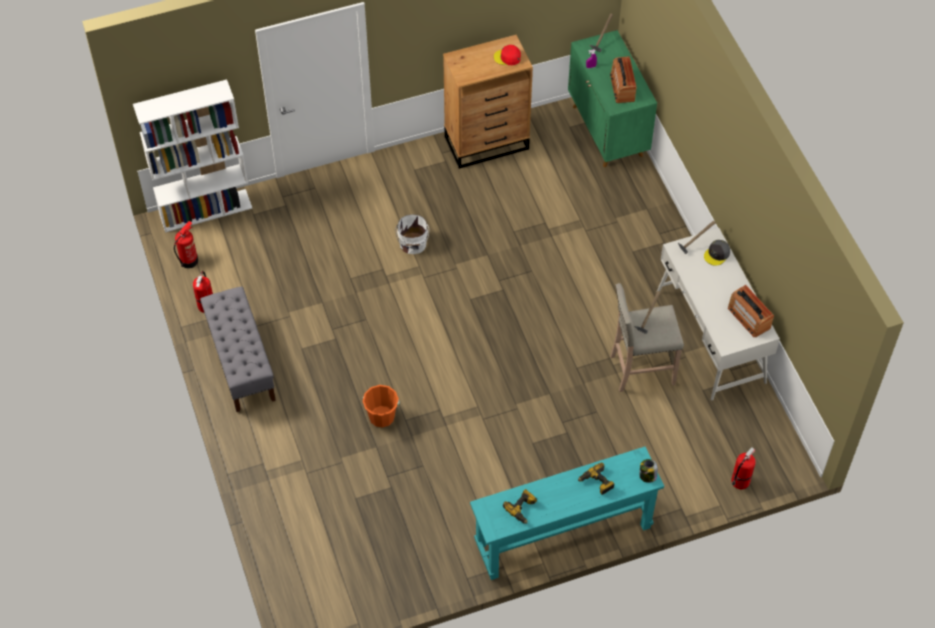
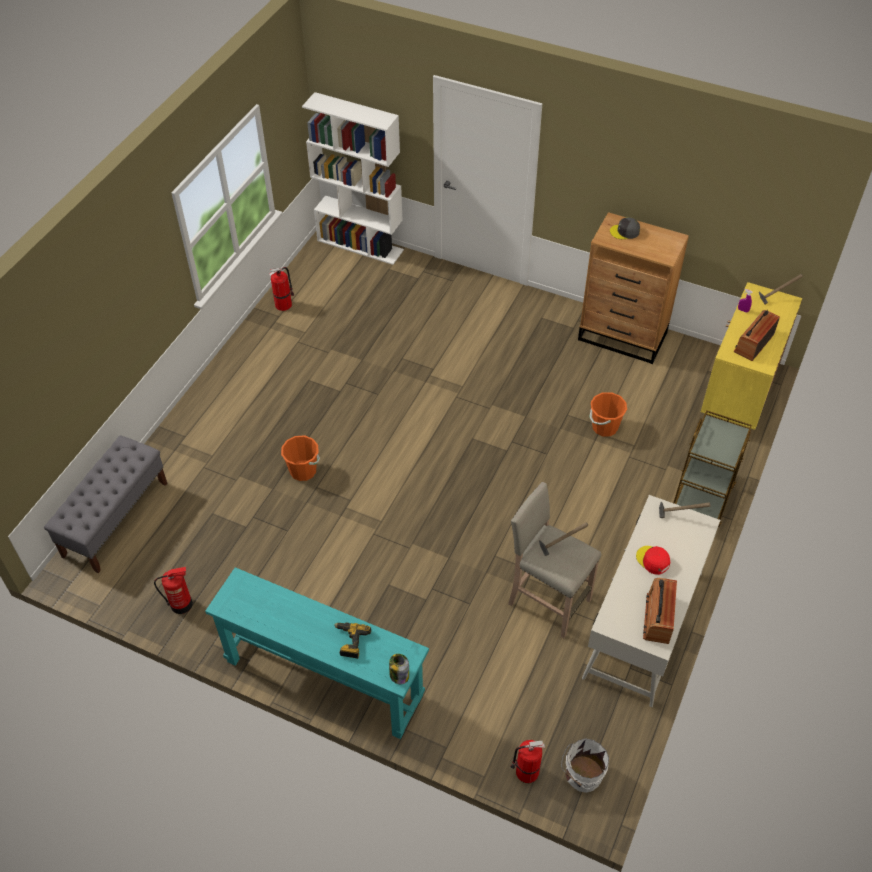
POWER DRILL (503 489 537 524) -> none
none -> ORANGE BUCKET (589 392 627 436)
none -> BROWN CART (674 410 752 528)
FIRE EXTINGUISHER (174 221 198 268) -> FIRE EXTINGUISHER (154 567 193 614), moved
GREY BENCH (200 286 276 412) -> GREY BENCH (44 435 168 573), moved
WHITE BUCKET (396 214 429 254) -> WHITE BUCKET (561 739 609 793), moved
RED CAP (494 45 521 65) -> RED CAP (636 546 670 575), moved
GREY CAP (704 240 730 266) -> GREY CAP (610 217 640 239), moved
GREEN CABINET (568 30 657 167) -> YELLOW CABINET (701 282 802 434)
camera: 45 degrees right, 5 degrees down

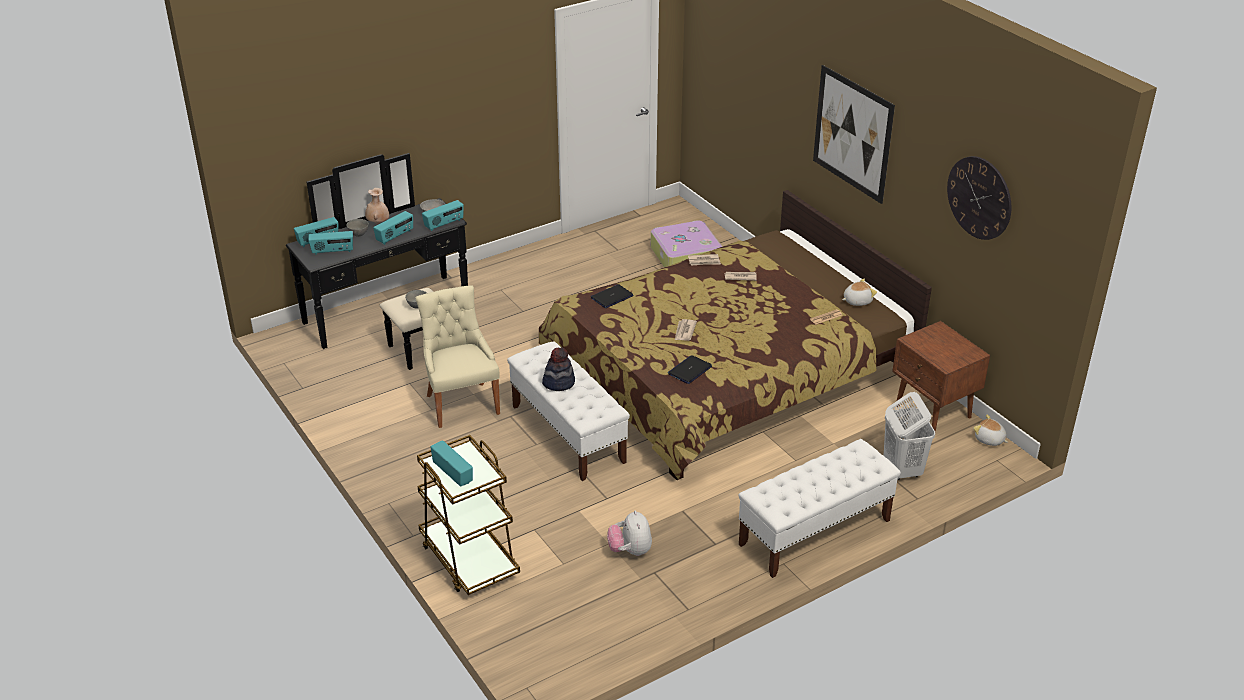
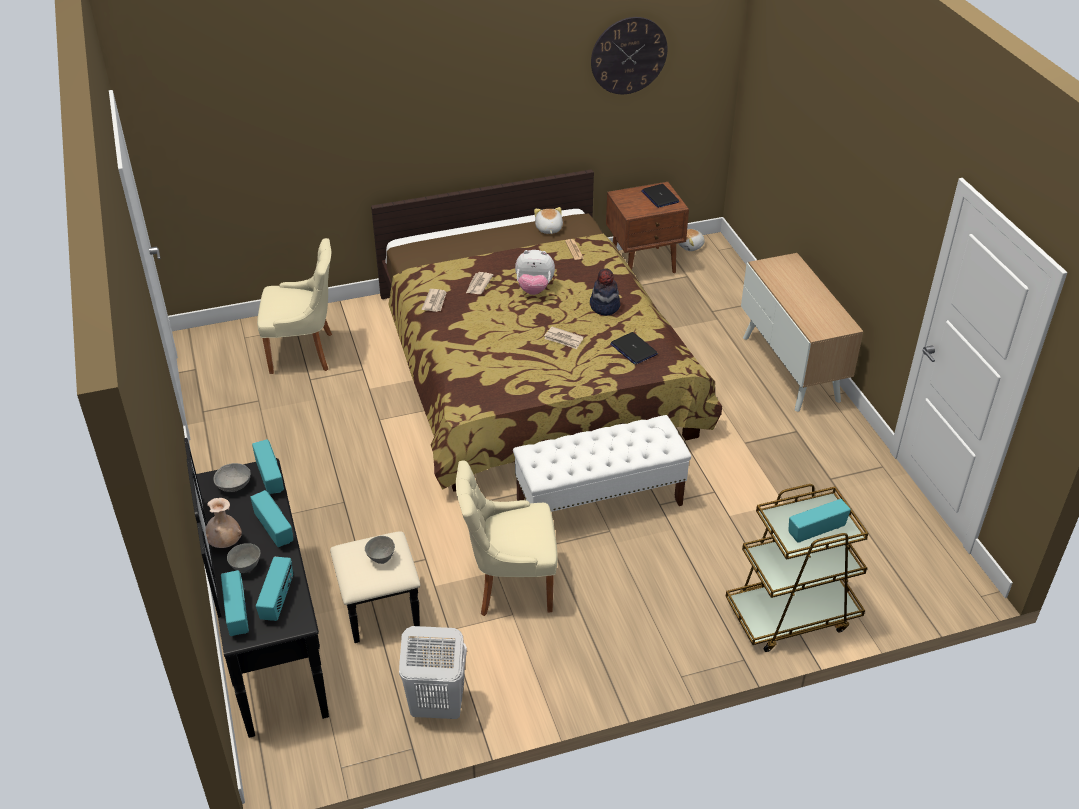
PICTURE (813 65 895 204) -> none
HAT (542 347 575 391) -> HAT (590 268 620 316), moved
LAPTOP (591 284 634 308) -> LAPTOP (641 184 679 208), moved
PLUSH TOY (607 510 652 556) -> PLUSH TOY (515 250 555 295), moved
WHITE LAUNDRY BASKET (884 392 935 480) -> WHITE LAUNDRY BASKET (399 626 467 719), moved
SUITCASE (651 220 722 267) -> BEIGE CHAIR (257 238 332 374)
WHITE BENCH (738 439 901 578) -> CABINET (741 253 864 412)
camera: 75 degrees left, 5 degrees up

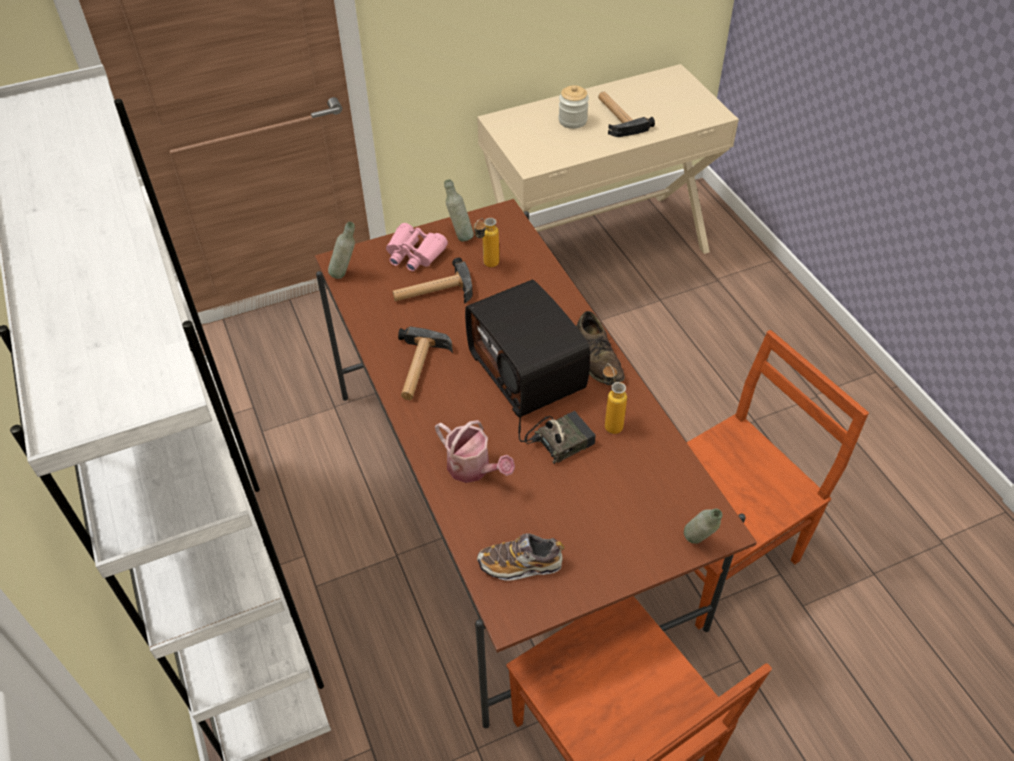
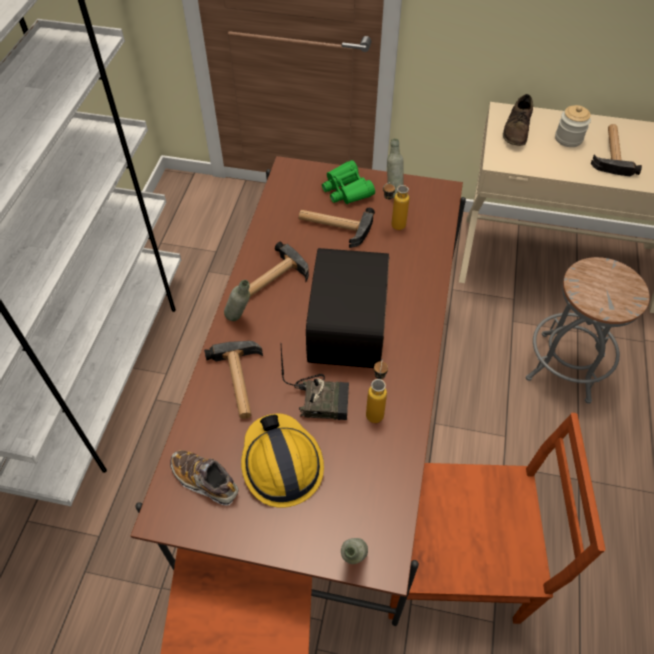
none -> HARD HAT (241 413 324 508)
none -> GREY STOOL (526 257 650 404)
GREY BOTTLE (328 222 355 279) -> GREY BOTTLE (224 280 250 321), moved
BROWN SHOE (576 311 625 384) -> BROWN SHOE (503 94 533 146), moved
WATERING CAN (435 420 515 483) -> HAMMER (204 341 263 419)
PINK BINOCULARS (386 223 448 271) -> GREEN BINOCULARS (322 160 375 204)
camera: 35 degrees right, 5 degrees up

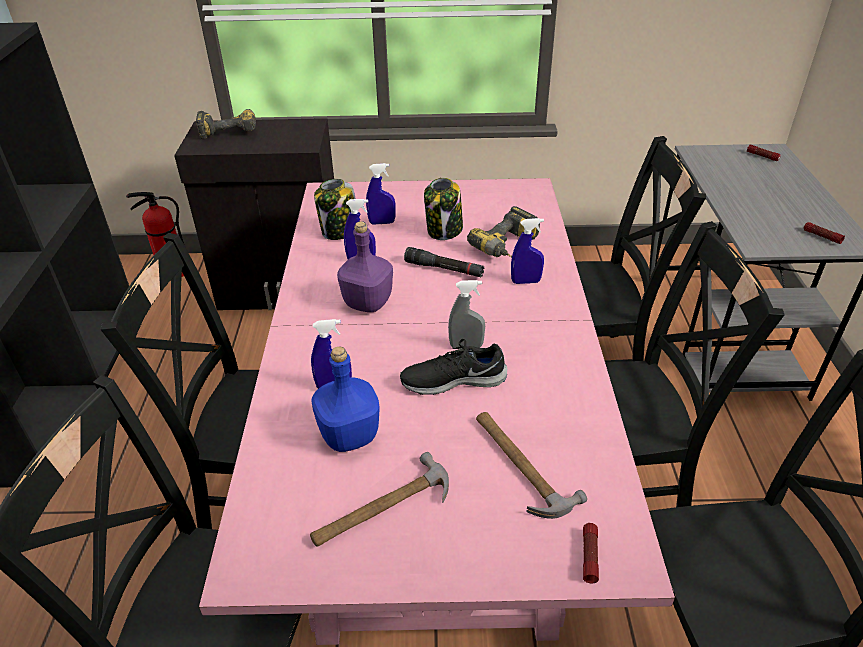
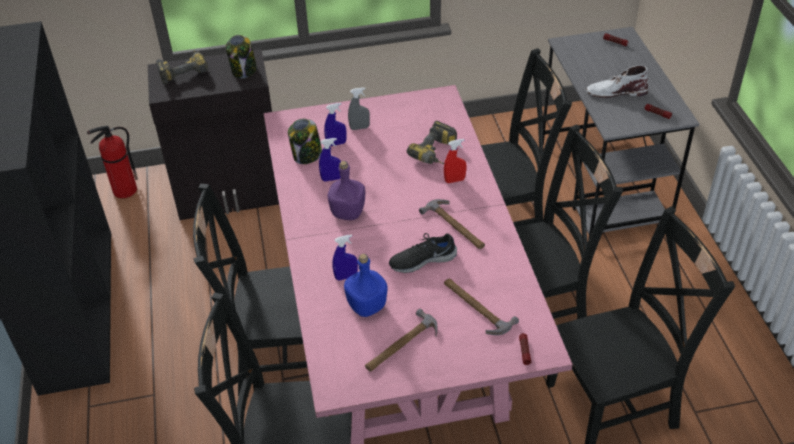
BLACK FLASHLIGHT (404 247 485 277) -> none
none -> HAMMER (419 199 485 249)
none -> WHITE BOOT (586 65 648 98)
JAR (424 178 463 240) -> JAR (226 35 257 78), moved
GREY SPRAY BOTTLE (448 280 485 349) -> GREY SPRAY BOTTLE (348 87 370 130), moved
BLUE SPRAY BOTTLE (511 218 544 284) -> RED SPRAY BOTTLE (444 139 466 183)
camera: 10 degrees left, 5 degrees up

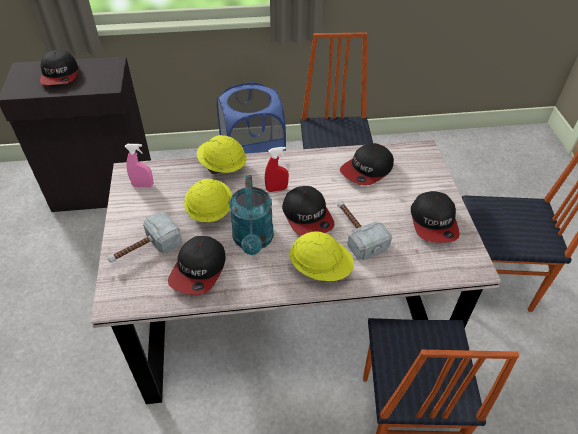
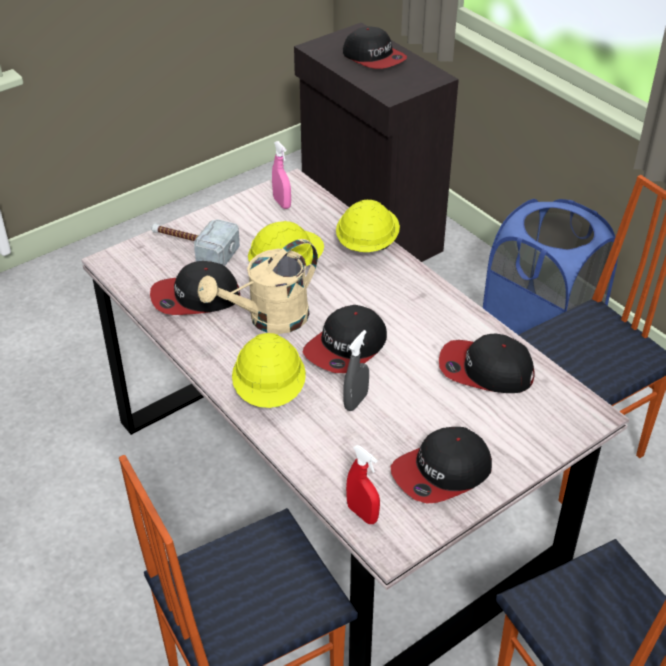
RED SPRAY BOTTLE (265 147 289 192) -> RED SPRAY BOTTLE (346 445 380 524), moved
HAMMER (337 201 392 260) -> GREY SPRAY BOTTLE (344 330 369 411)
TURQUOISE WATERING CAN (229 175 274 255) -> BEIGE WATERING CAN (198 239 318 334)
CAP (40 50 78 85) -> CAP (343 26 407 69), 90 degrees counterclockwise
camera: 60 degrees right, 5 degrees down

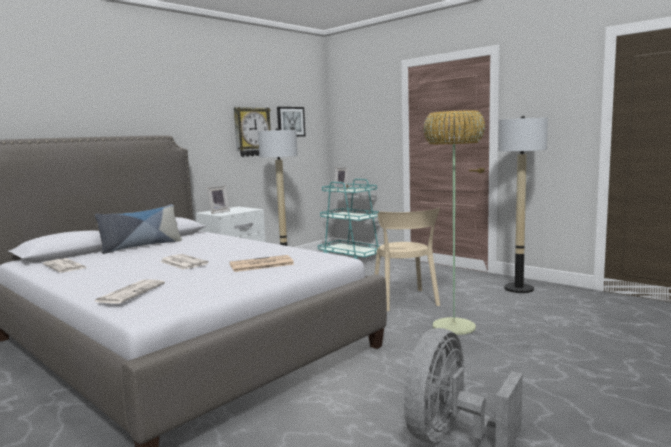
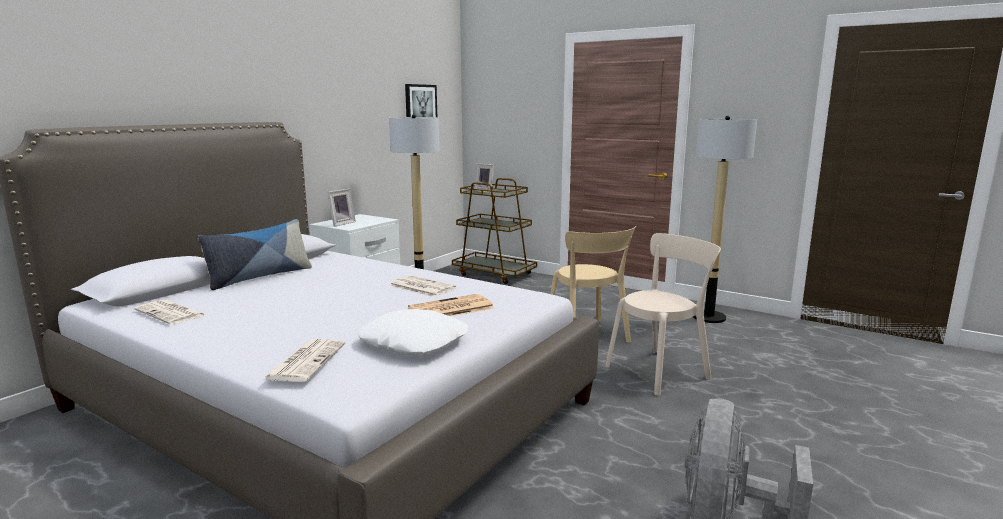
WALL CLOCK (234 107 271 157) -> none
none -> WHITE PILLOW (358 309 469 355)
NEWSPAPER (160 254 209 270) -> NEWSPAPER (389 275 456 297), moved
FLOOR LAMP (423 110 485 335) -> BEIGE CHAIR (605 233 721 396)
TURQUOISE CART (318 179 380 259) -> BROWN CART (452 178 537 284)
camera: 10 degrees left, 5 degrees up

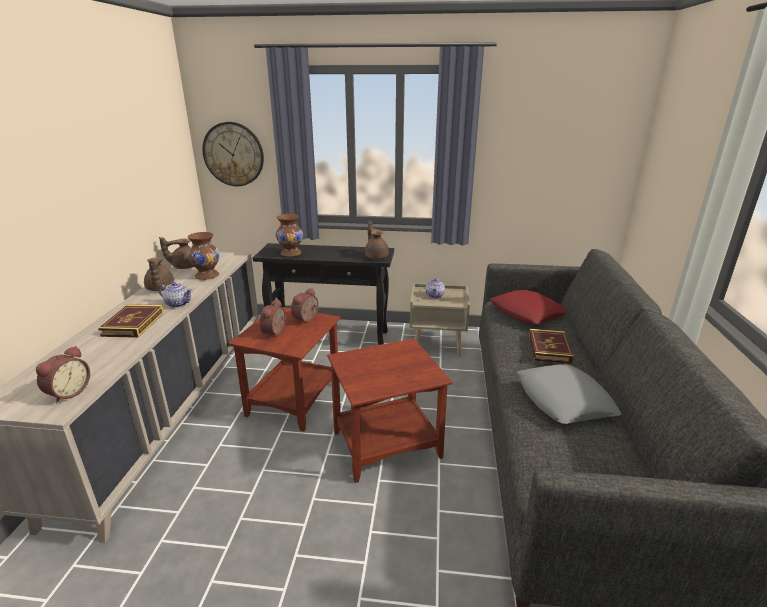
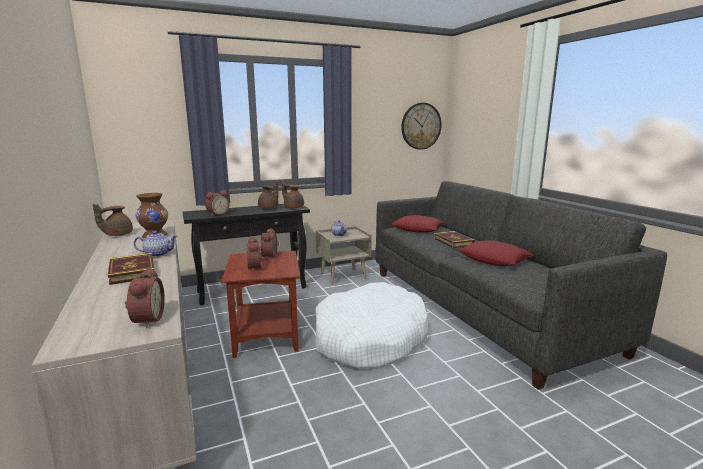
BROWN TEAPOT (144 257 174 291) -> BROWN TEAPOT (258 183 279 209), moved
WALL CLOCK (202 122 264 186) -> WALL CLOCK (401 103 442 150), moved
BROWN VASE (276 214 303 257) -> ALARM CLOCK (205 190 230 216)
BROWN SIDE TABLE (327 338 452 483) -> WHITE DOG BED (315 282 428 369)
GREY PILLOW (517 364 621 424) -> RED PILLOW (458 240 534 266)
camera: 30 degrees left, 10 degrees down

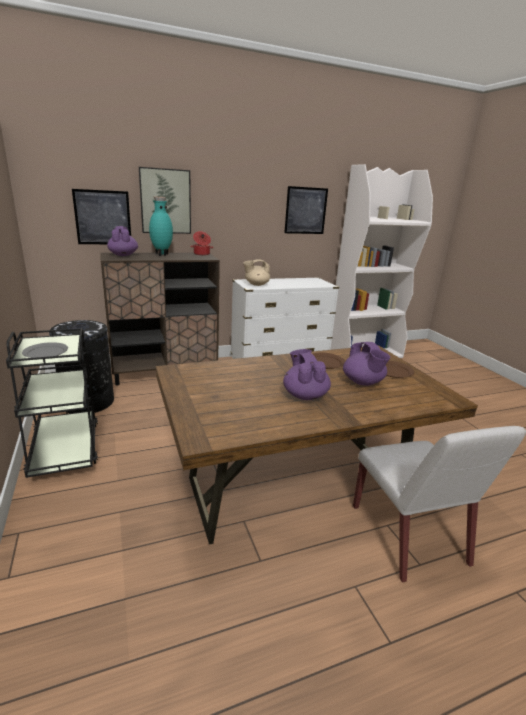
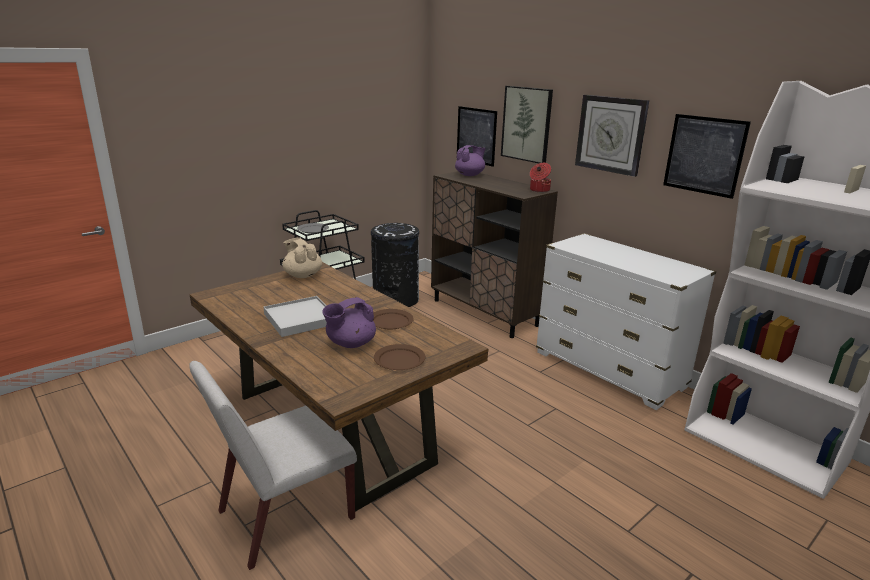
TURQUOISE VASE (149 197 173 256) -> none
none -> WALL CLOCK (575 95 649 177)
BEIGE TEAPOT (243 259 270 286) -> BEIGE TEAPOT (282 237 322 278), moved
PURPLE TEAPOT (283 349 331 400) -> WHITE TRAY (263 296 327 337)
camera: 70 degrees right, 0 degrees up

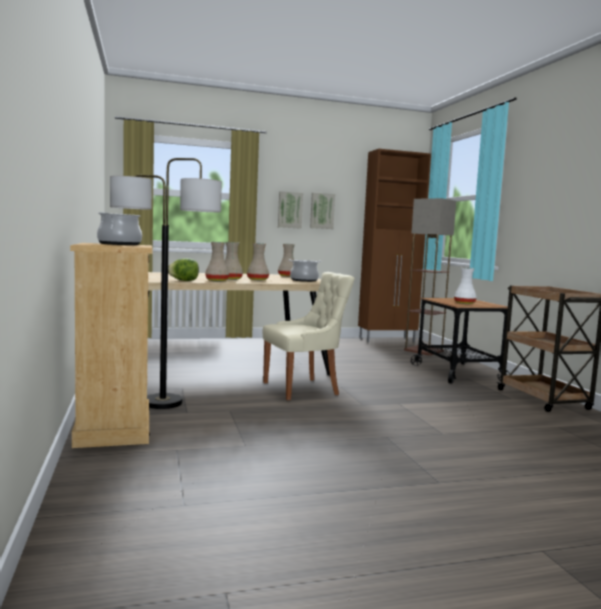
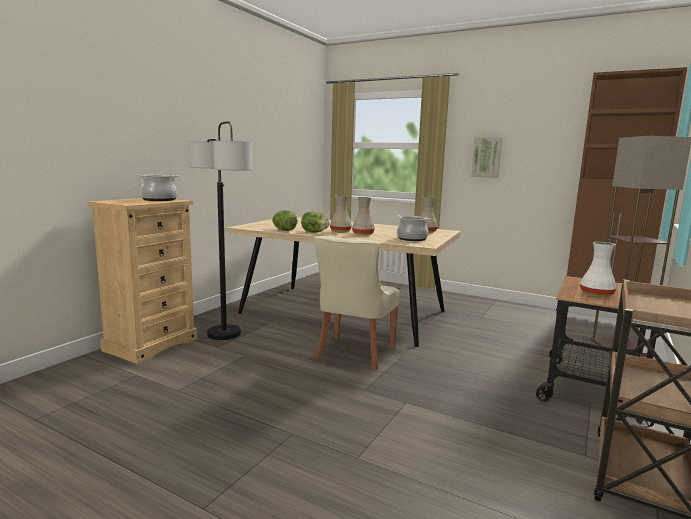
PICTURE (310 193 335 229) -> none
BEIGE VASE (205 242 229 281) -> LETTUCE (301 211 329 232)
BEIGE CHAIR (262 272 355 400) -> BEIGE CHAIR (313 236 400 370), 90 degrees clockwise
camera: 45 degrees right, 5 degrees up

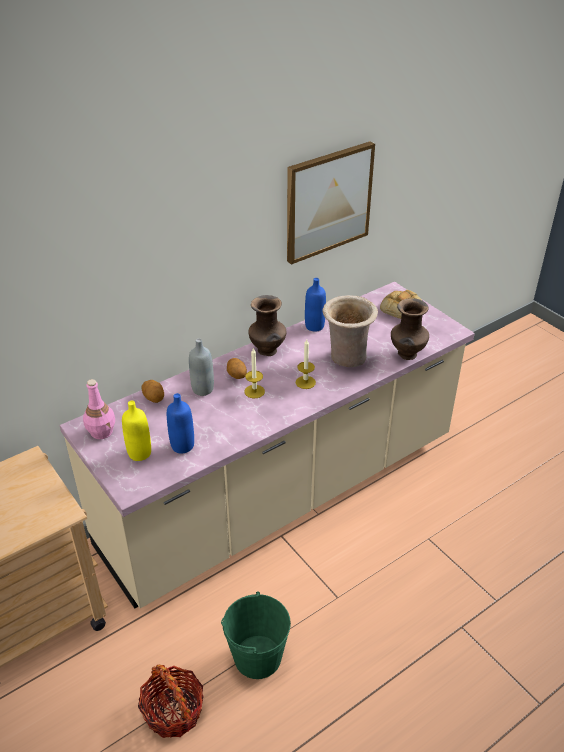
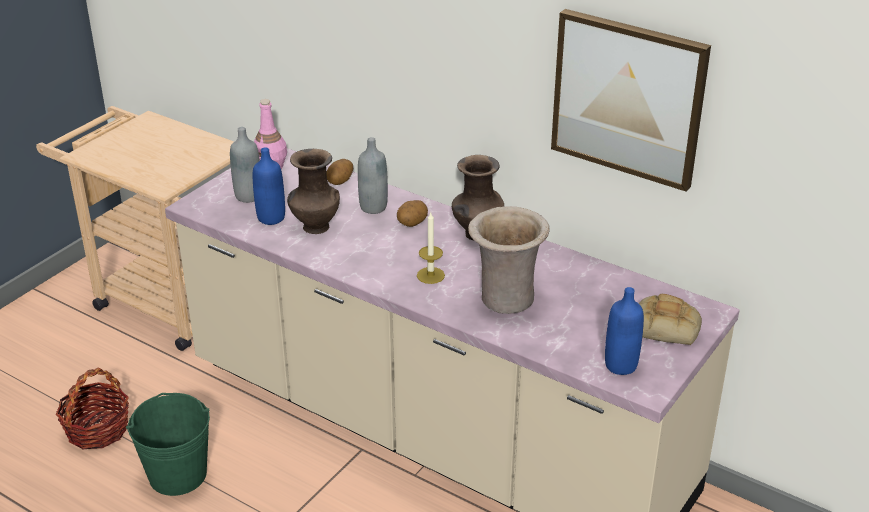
CANDLE (245 348 265 398) -> none
BLUE BOTTLE (305 278 326 331) -> BLUE BOTTLE (605 287 644 375), moved
BROWN VASE (391 298 429 360) -> BROWN VASE (287 149 340 234), moved
YELLOW BOTTLE (122 401 151 461) -> GREY BOTTLE (230 127 260 203)
camera: 70 degrees right, 5 degrees down

